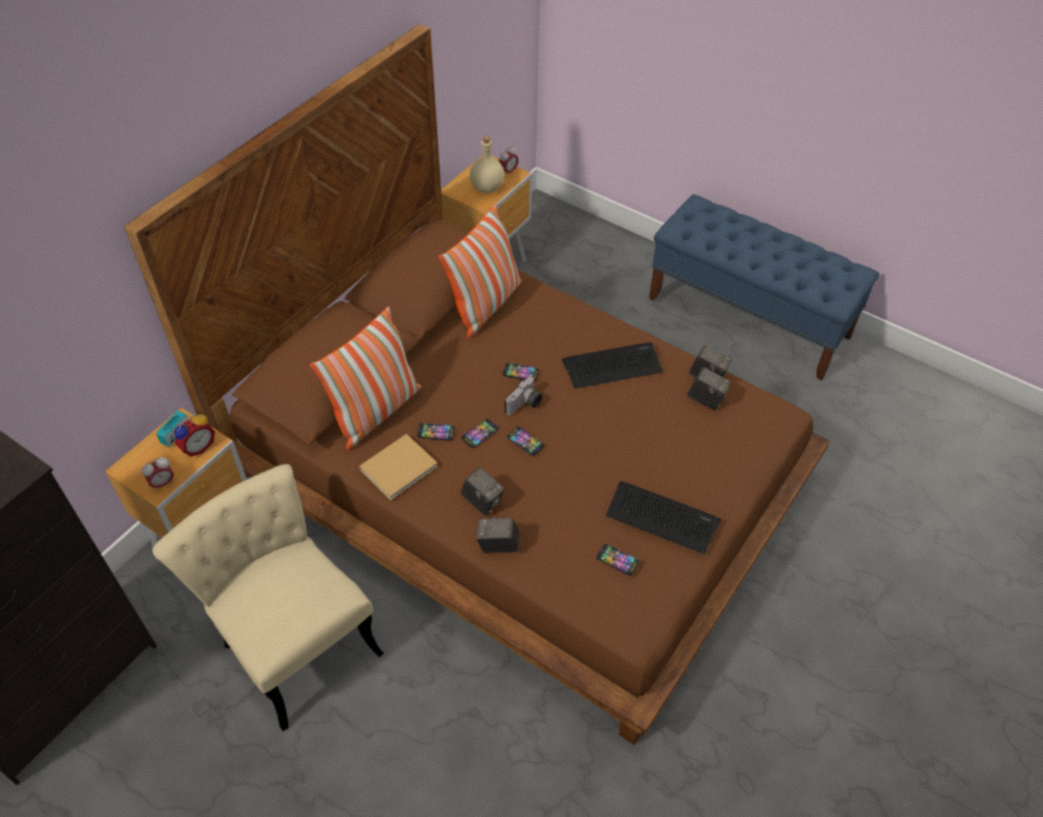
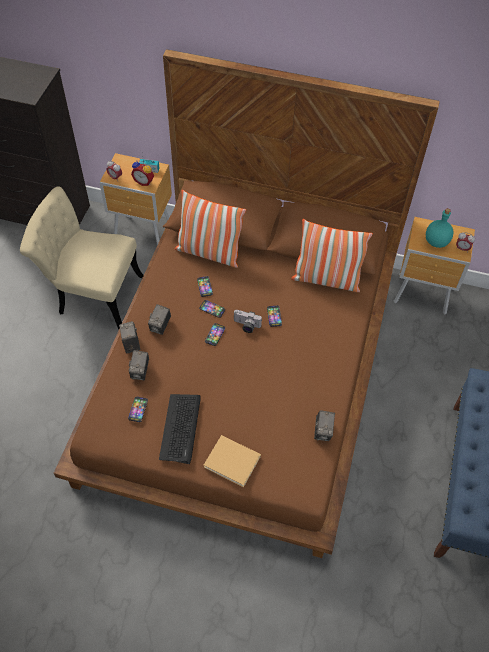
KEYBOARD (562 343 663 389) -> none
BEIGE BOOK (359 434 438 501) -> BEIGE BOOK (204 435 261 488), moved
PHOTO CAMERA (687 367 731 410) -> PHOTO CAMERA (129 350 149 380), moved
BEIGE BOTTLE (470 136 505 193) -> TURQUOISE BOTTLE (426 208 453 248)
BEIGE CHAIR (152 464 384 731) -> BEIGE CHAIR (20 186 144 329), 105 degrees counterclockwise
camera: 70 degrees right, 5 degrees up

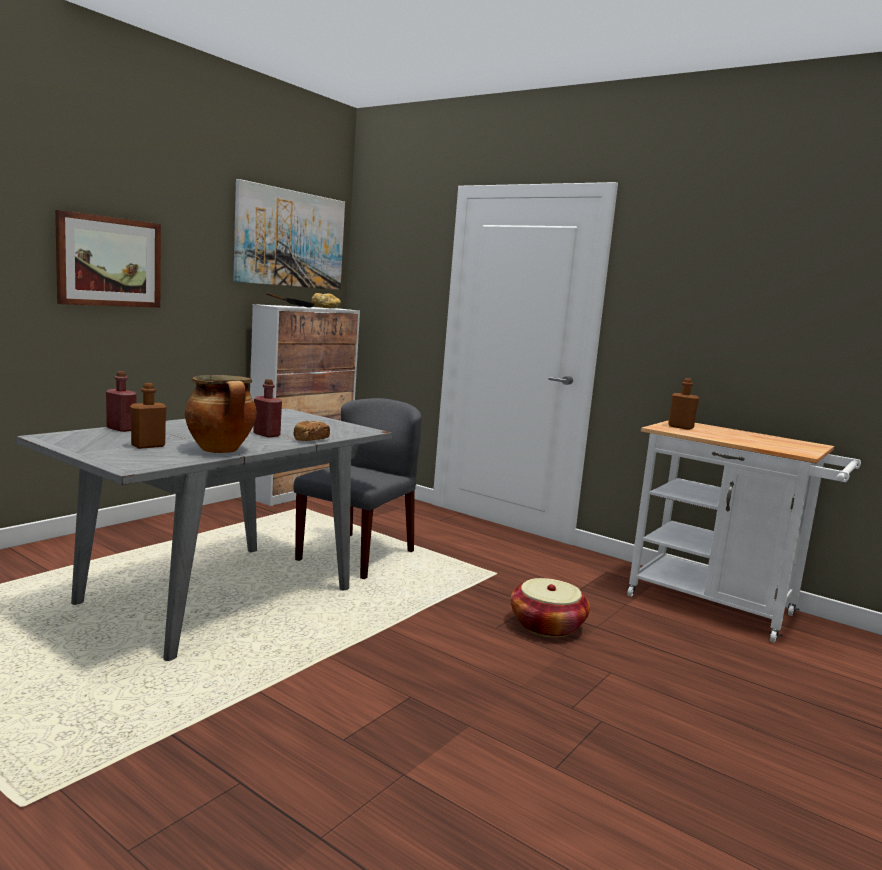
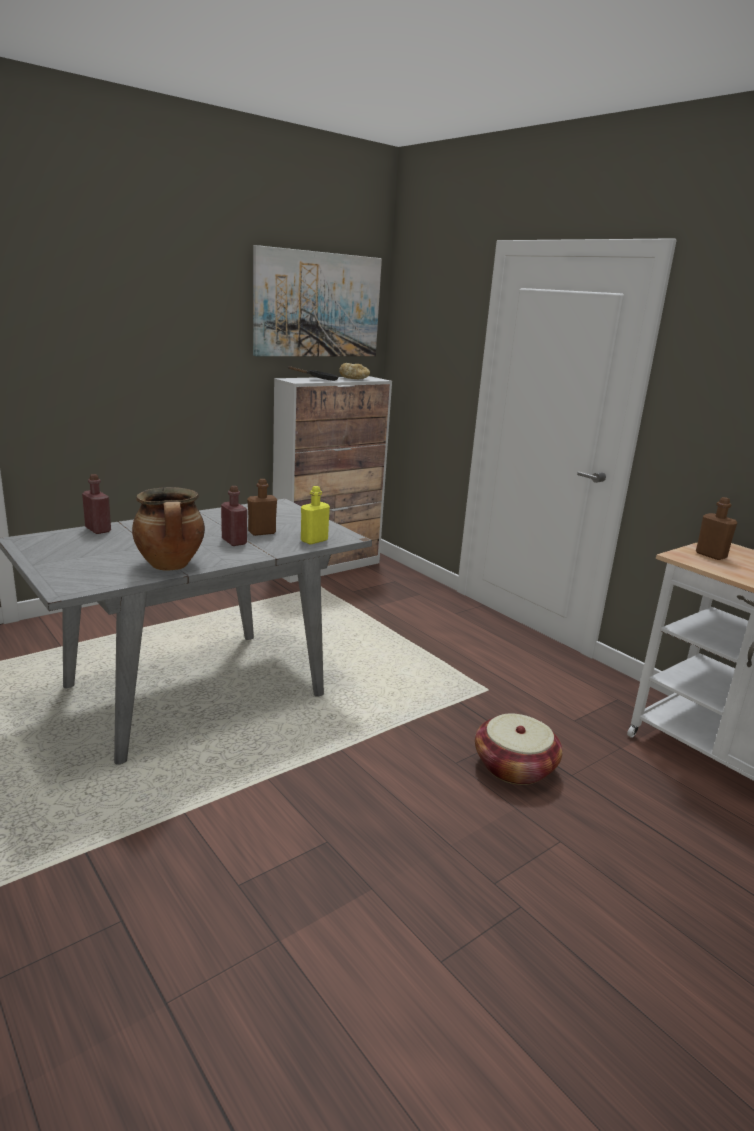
PICTURE (55 210 161 308) -> none
GREY CHAIR (294 398 422 579) -> none
BREAD (294 421 330 441) -> none
none -> YELLOW BOTTLE (301 486 330 545)
BROWN BOTTLE (130 383 166 449) -> BROWN BOTTLE (247 479 277 536), moved
camera: 15 degrees right, 10 degrees up

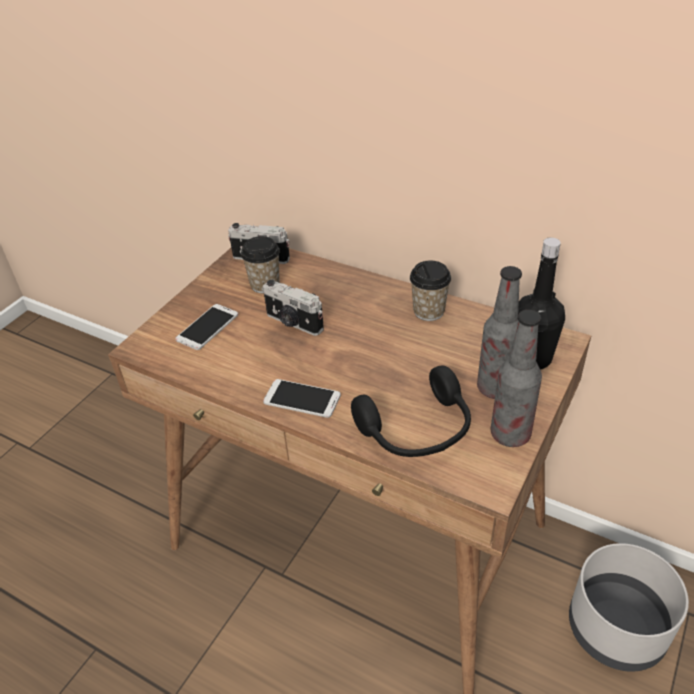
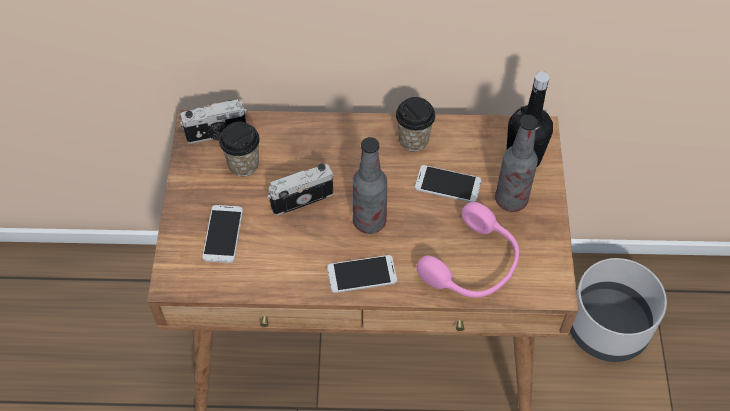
none -> PHONE (415 165 482 202)
BOTTLE (491 310 542 447) -> BOTTLE (352 137 387 234), moved
BLACK HEADPHONES (351 366 471 457) -> PINK HEADPHONES (416 202 519 297)
PHOTO CAMERA (263 280 324 336) -> PHOTO CAMERA (267 163 334 216), 150 degrees clockwise
camera: 30 degrees left, 15 degrees up

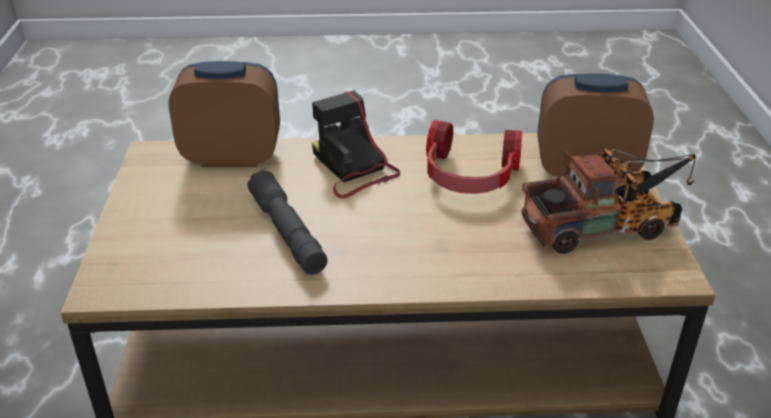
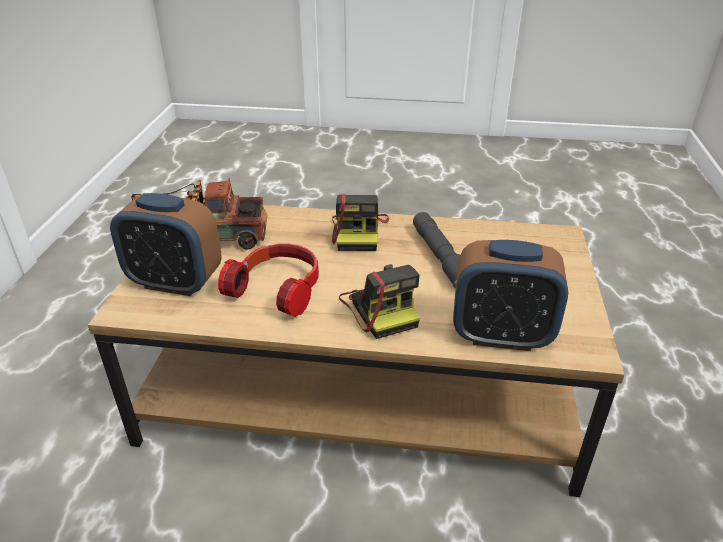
none -> PHOTO CAMERA (332 194 389 251)
camera: 170 degrees left, 0 degrees up

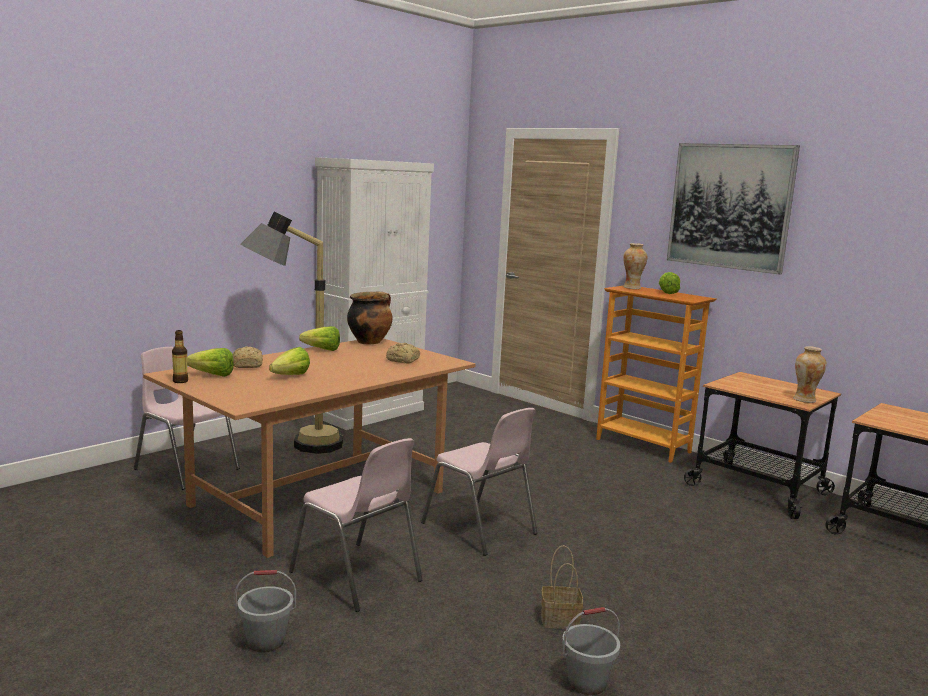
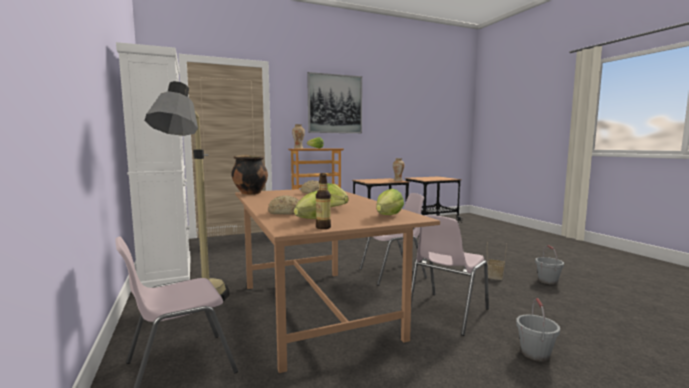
LETTUCE (299 326 340 351) -> LETTUCE (376 189 404 215), moved
PINK CHAIR (289 438 423 612) -> PINK CHAIR (411 215 489 336), 150 degrees clockwise
camera: 65 degrees left, 5 degrees down

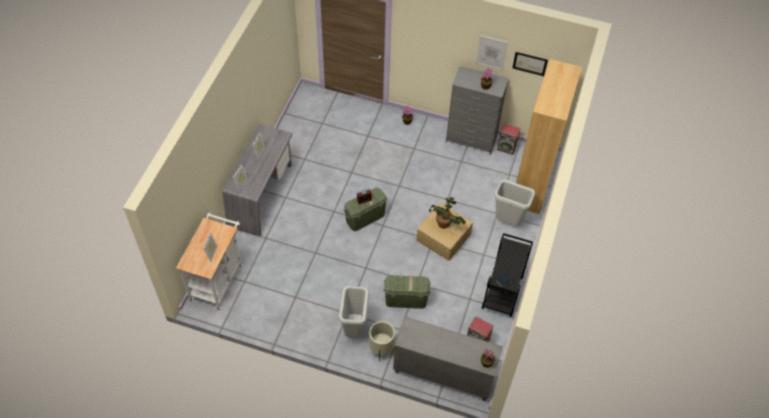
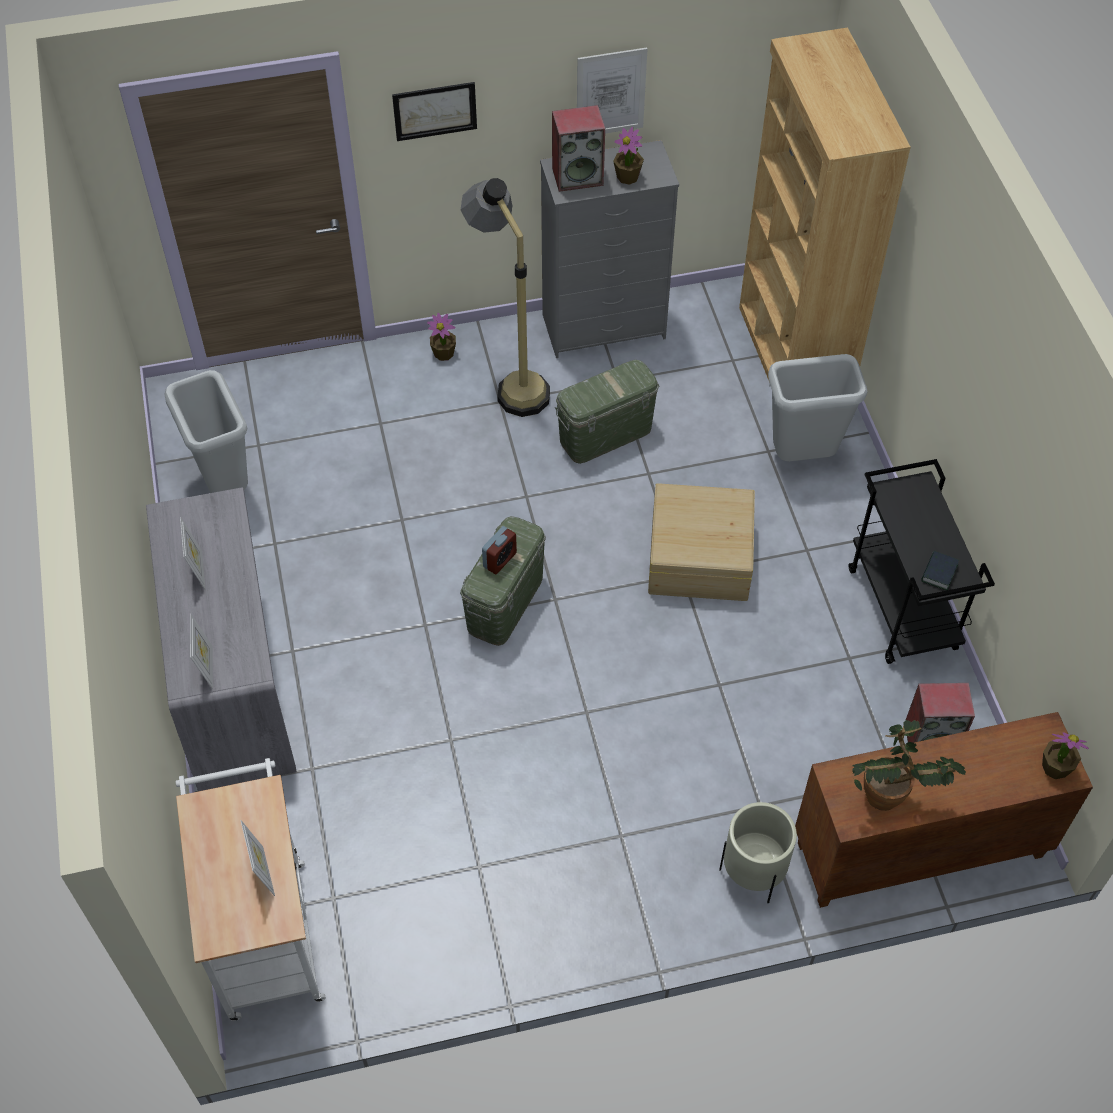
none -> FLOOR LAMP (461 178 550 417)
GREY TRASH CAN (338 286 369 338) -> GREY TRASH CAN (164 370 248 493), moved
GREEN STORAGE BOX (384 275 431 309) -> GREEN STORAGE BOX (555 360 659 464), moved
POTTED PLANT (429 197 466 229) -> POTTED PLANT (852 720 966 811), moved
SPEAKER (497 123 521 155) -> SPEAKER (552 105 605 192), moved
PICTURE (513 52 548 76) -> PICTURE (392 82 477 141), moved
GREY CABINET (393 316 503 401) -> BROWN CABINET (795 712 1093 908)
camera: 30 degrees left, 0 degrees up

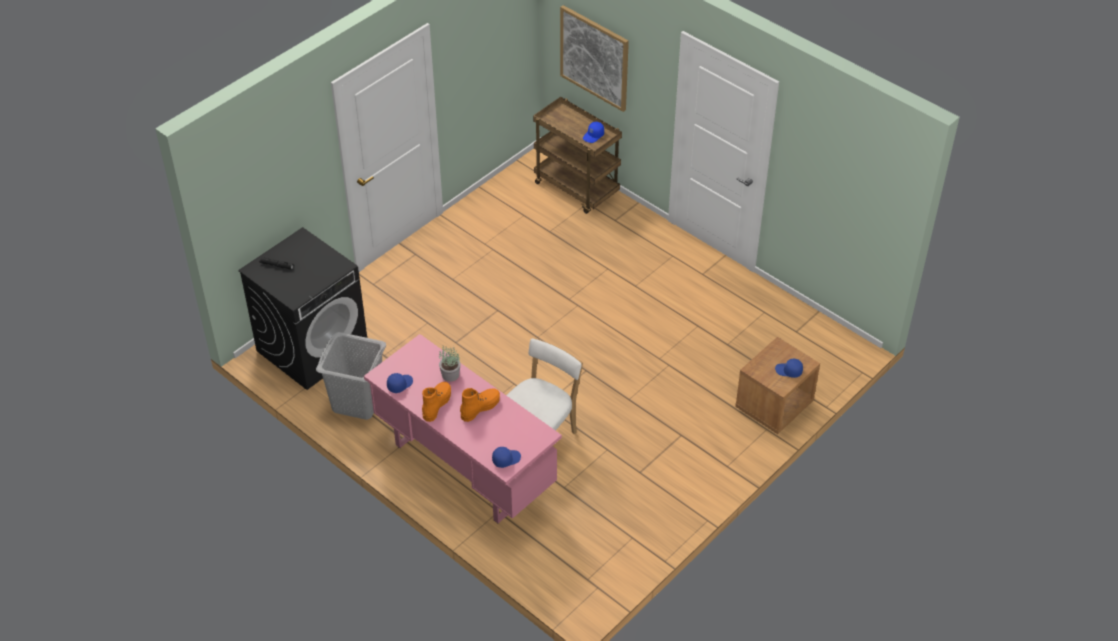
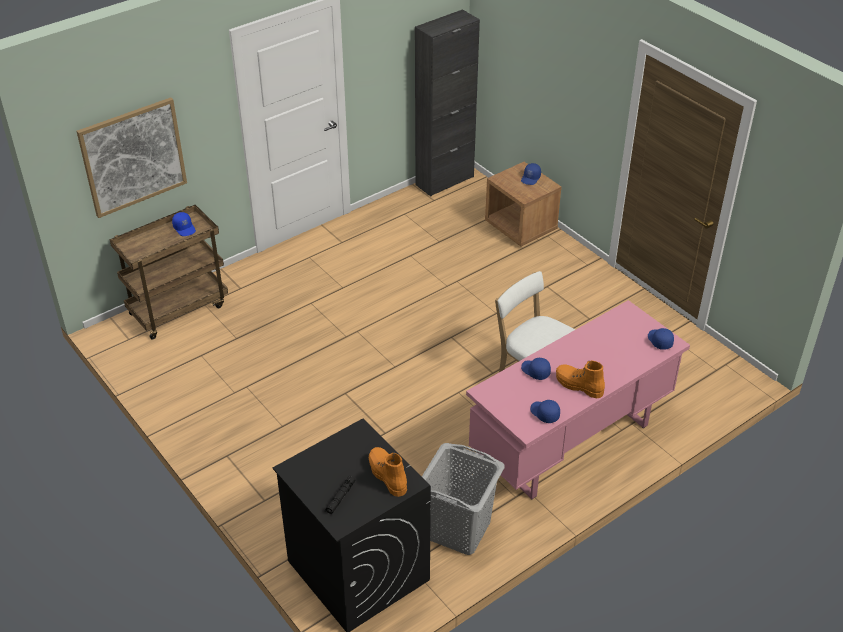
none -> BLACK CABINET (415 9 480 197)
ORANGE BOOT (460 388 500 422) -> ORANGE BOOT (369 447 407 497), moved
POTTED PLANT (439 346 461 382) -> BLUE CAP (521 358 551 380)
camera: 80 degrees left, 5 degrees down

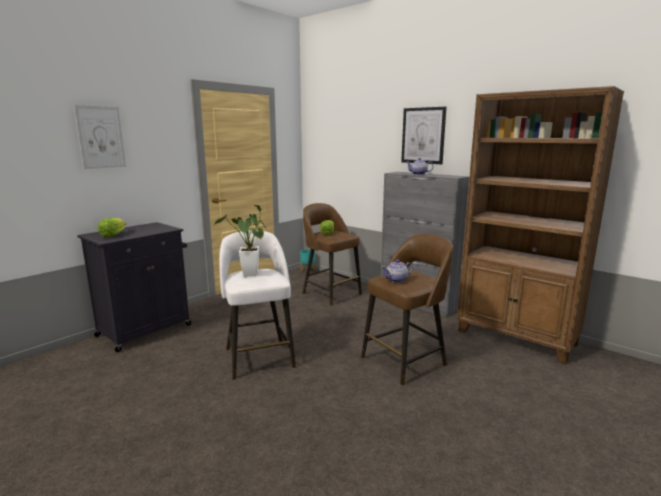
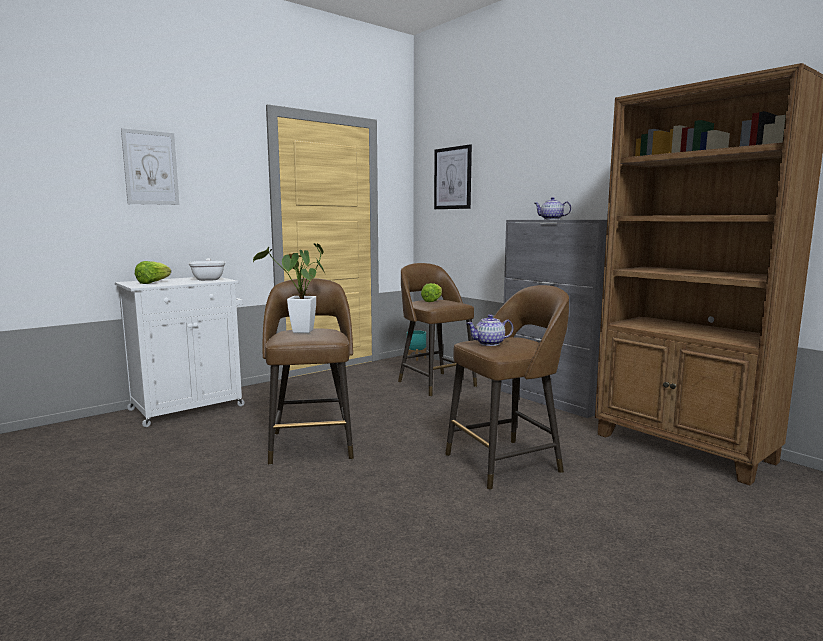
none -> FRYING PAN (188 258 225 281)
PICTURE (401 107 446 164) -> PICTURE (434 144 472 209), moved
BLACK CABINET (77 222 191 352) -> WHITE CABINET (115 277 245 427)
WHITE STOOL (219 230 296 379) -> BROWN STOOL (263 278 354 465)
camera: 10 degrees right, 5 degrees down

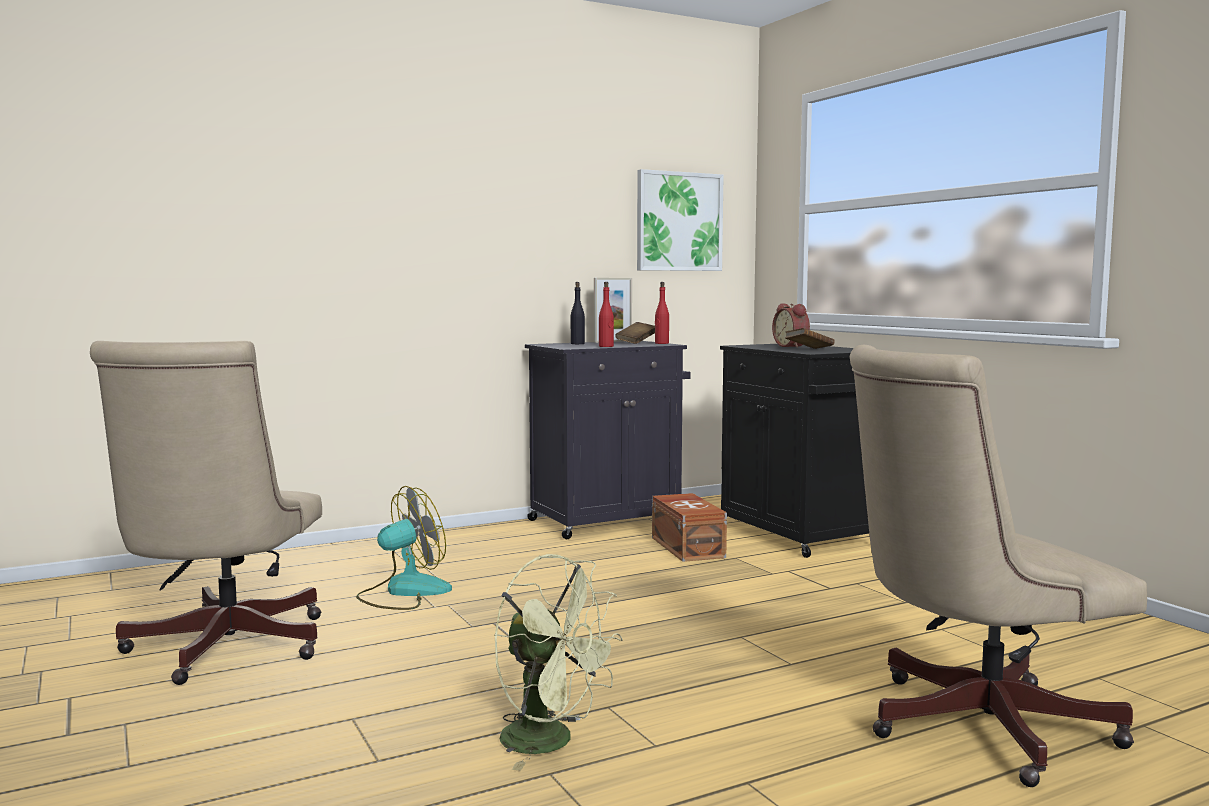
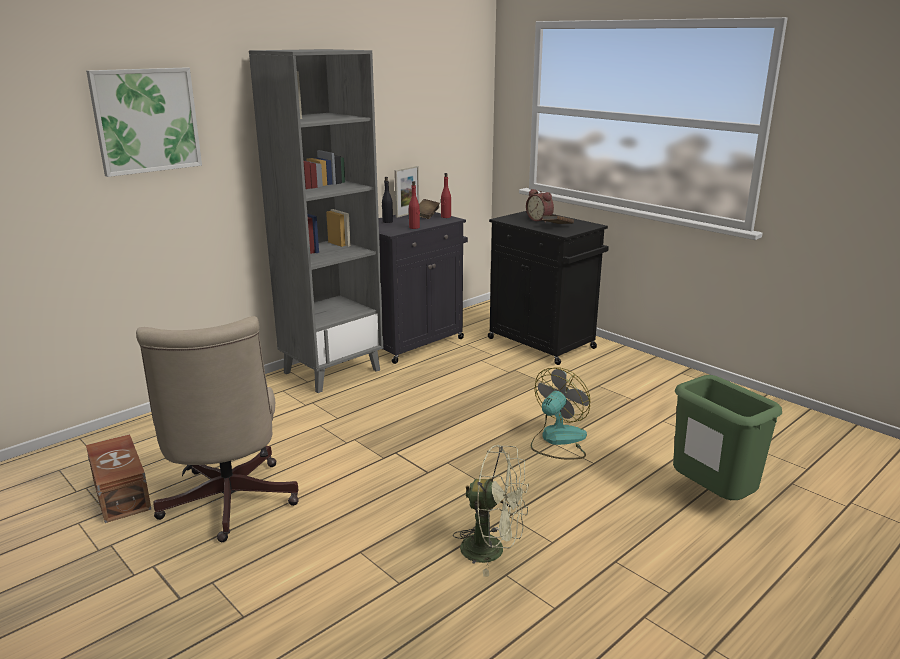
none -> GREY BOOKCASE (249 49 383 393)
FAN (356 486 452 610) -> FAN (531 368 590 459), moved
PICTURE (637 169 724 271) -> PICTURE (86 67 202 177), moved
BROWN STORAGE BOX (652 493 727 562) -> BROWN STORAGE BOX (86 434 151 523), moved
BEIGE OFFICE CHAIR (850 344 1147 787) -> GREEN TRASH CAN (673 375 782 500)
camera: 15 degrees left, 15 degrees up

